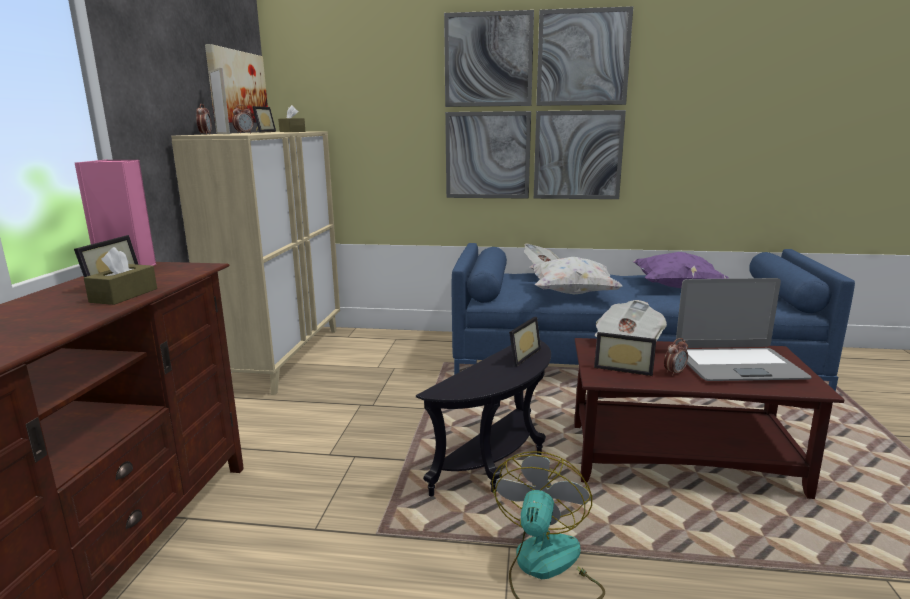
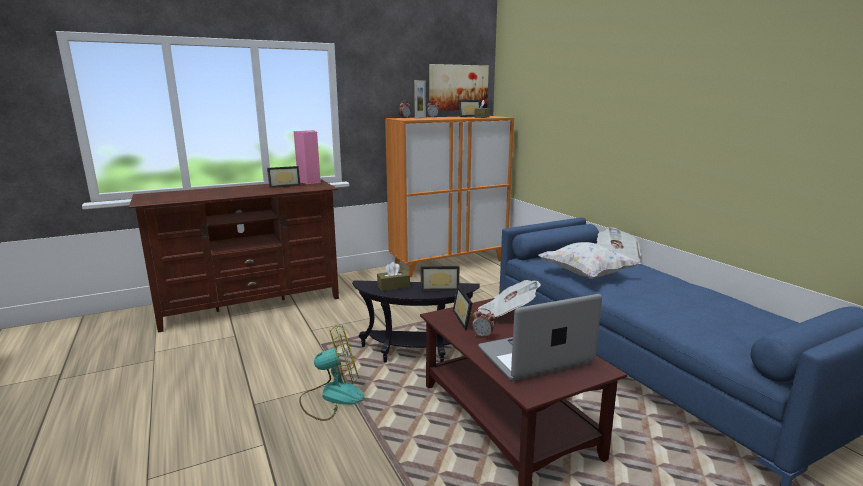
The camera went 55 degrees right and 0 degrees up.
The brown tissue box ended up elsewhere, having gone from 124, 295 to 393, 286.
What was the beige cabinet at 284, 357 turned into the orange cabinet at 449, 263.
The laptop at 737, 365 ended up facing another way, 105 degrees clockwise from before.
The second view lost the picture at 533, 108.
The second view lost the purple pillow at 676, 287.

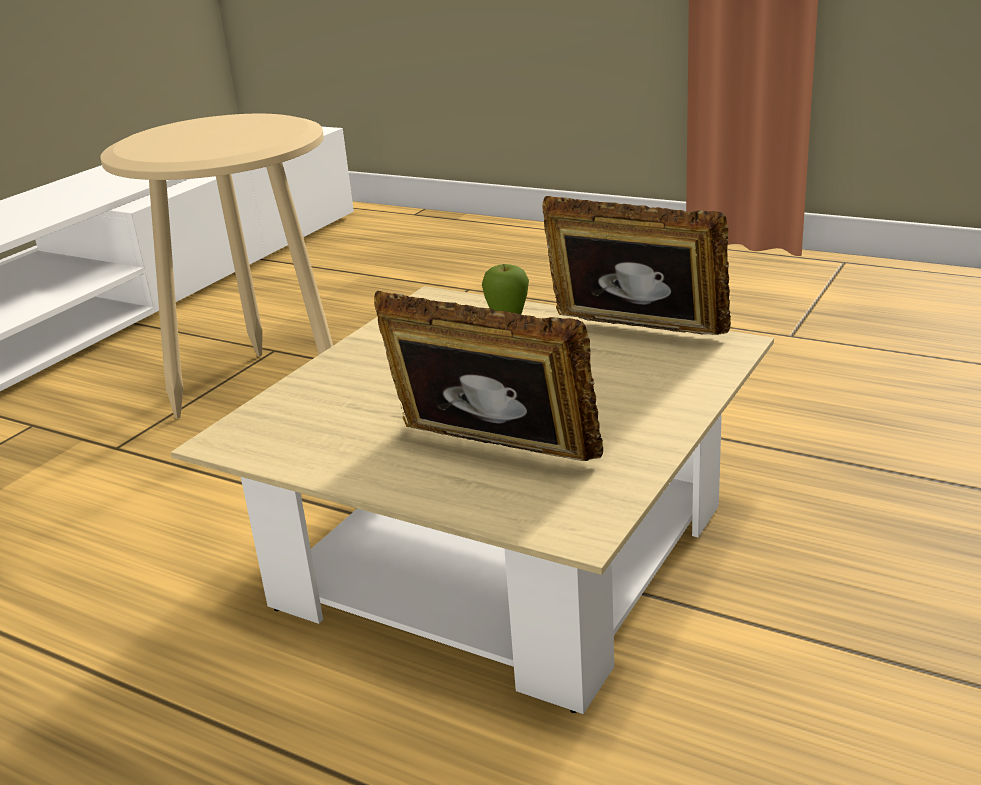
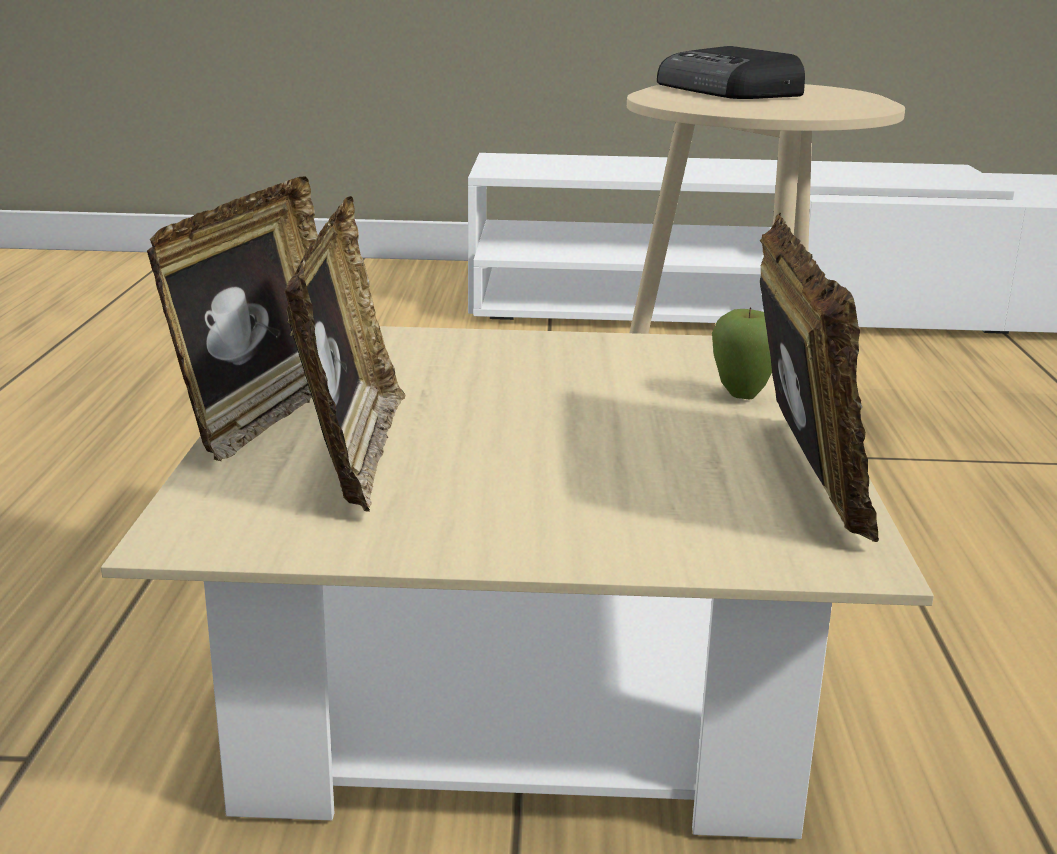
The camera went 60 degrees right and 5 degrees down.
The second view gained the picture frame at 264, 413.
The second view gained the radio at 729, 91.

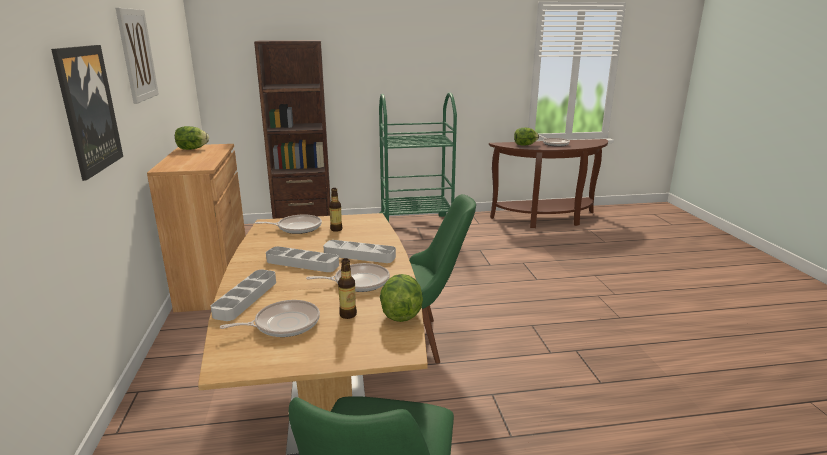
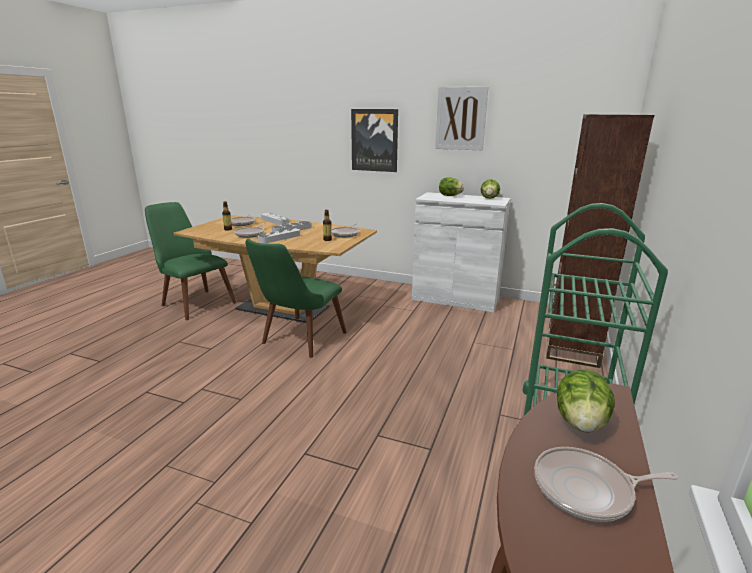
The camera went 120 degrees right and 0 degrees up.
What was the brown cabinet at 214, 284 turned into the white cabinet at 455, 298.
The lettuce ended up elsewhere, having gone from 401, 314 to 450, 196.

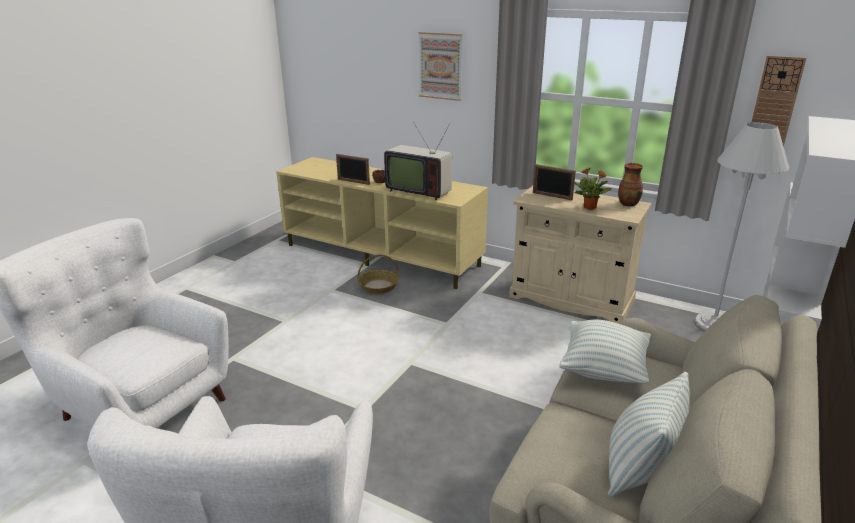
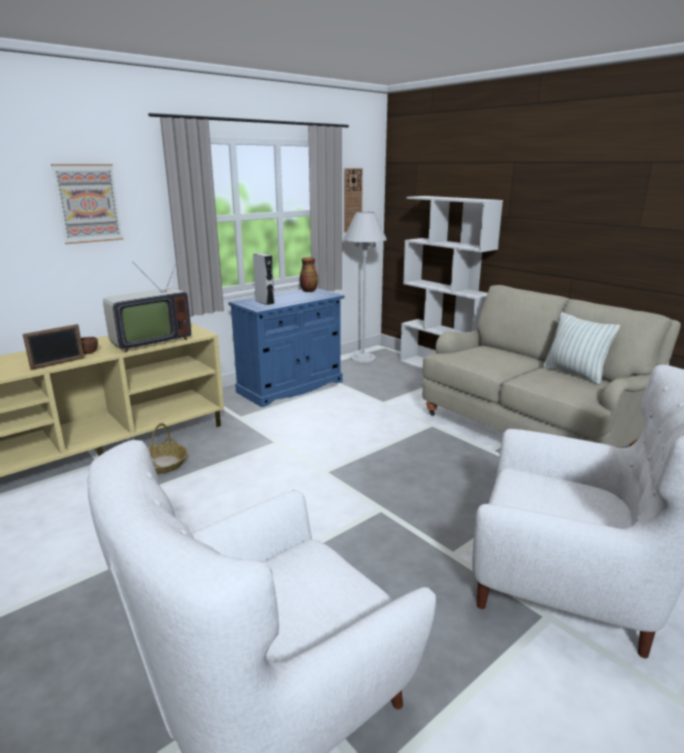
The camera went 70 degrees left and 5 degrees down.
What was the beige cabinet at 571, 299 turned into the blue cabinet at 290, 387.
Where the picture frame stood at 552, 196, the grey speaker came to stand at 264, 302.
The second view lost the pillow at 603, 369.
The second view lost the potted plant at 590, 207.

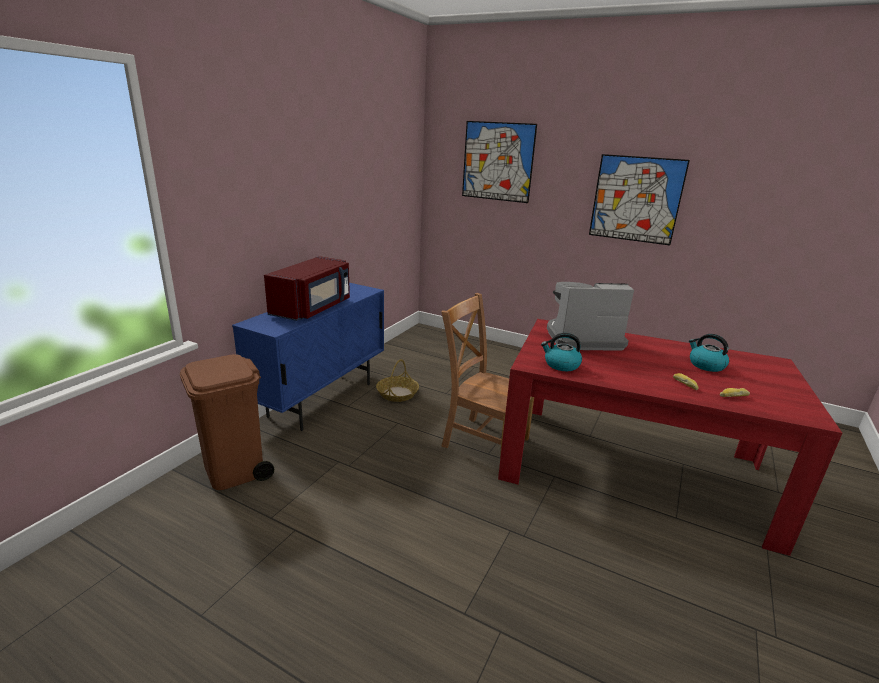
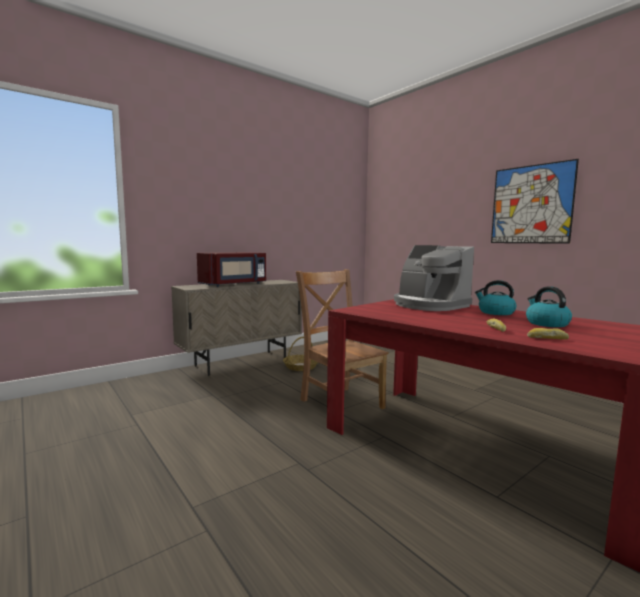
The camera went 25 degrees right and 15 degrees down.
What was the blue cabinet at 322, 399 turned into the beige cabinet at 242, 362.
The coffee machine at 582, 339 ended up facing another way, 150 degrees counterclockwise from before.
The kettle ended up elsewhere, having gone from 561, 365 to 495, 312.
The second view lost the brown trash can at 235, 470.
The second view lost the picture at 497, 161.

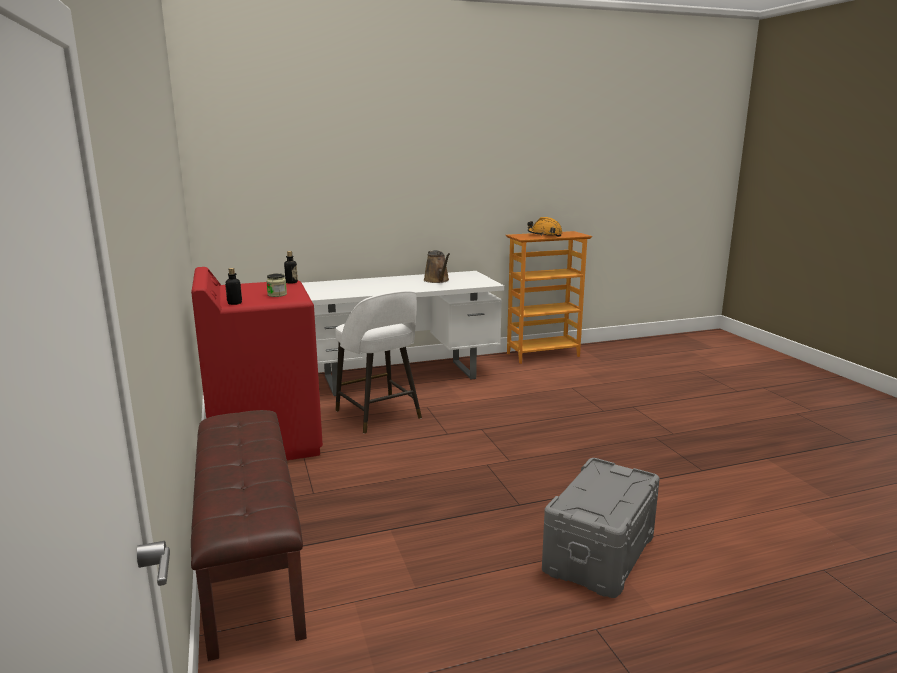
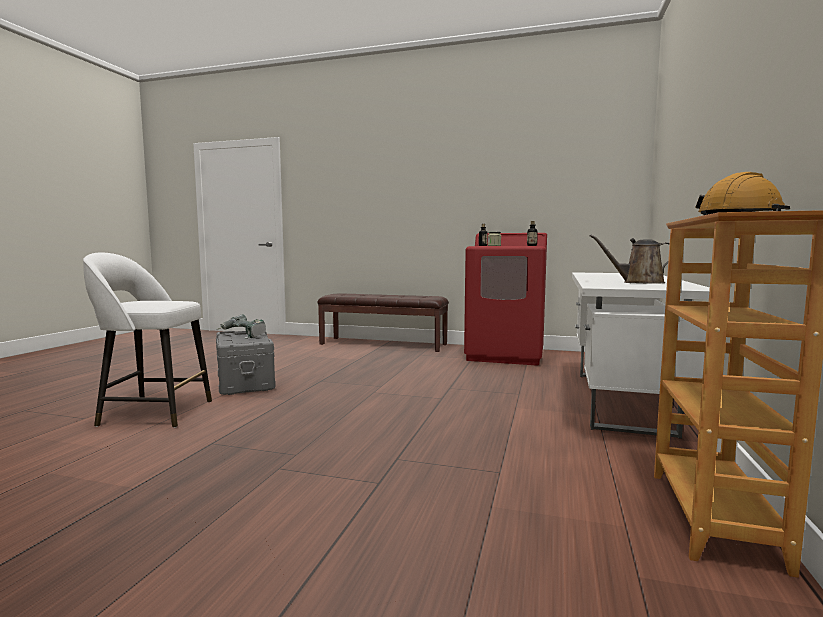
The camera went 125 degrees right and 10 degrees down.
The white stool ended up elsewhere, having gone from 379, 415 to 153, 413.
The second view gained the power drill at 242, 336.

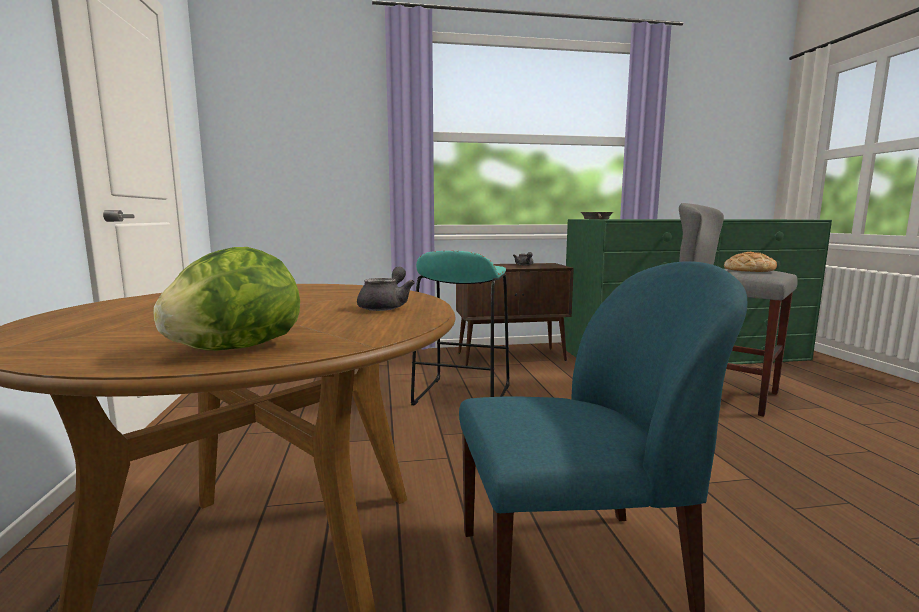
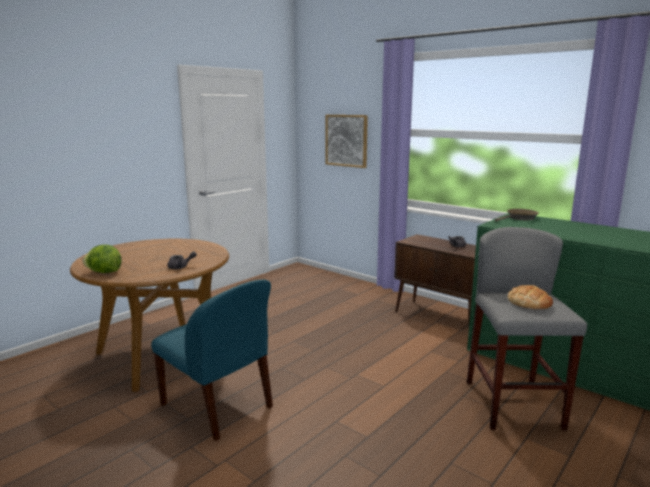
The camera went 50 degrees right and 5 degrees up.
The second view gained the picture at 346, 140.
The second view lost the turquoise stool at 462, 395.

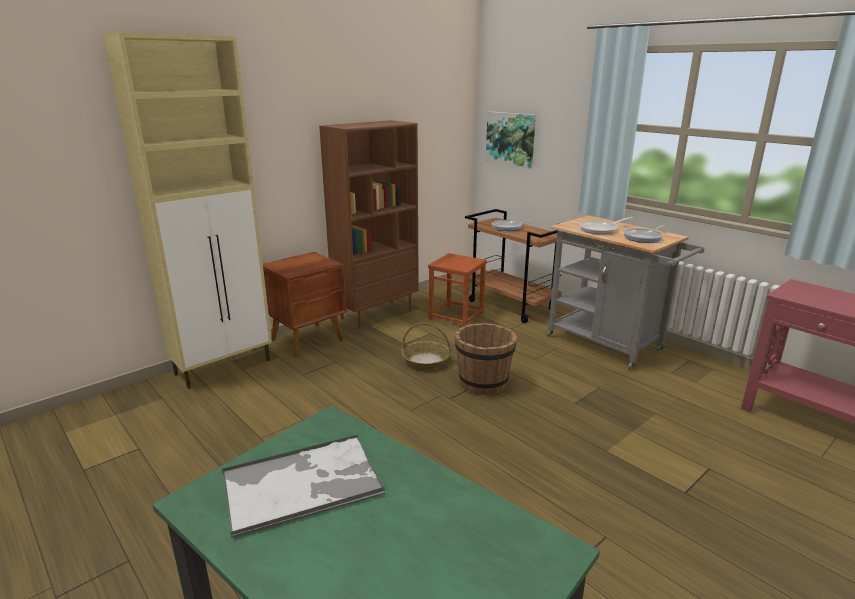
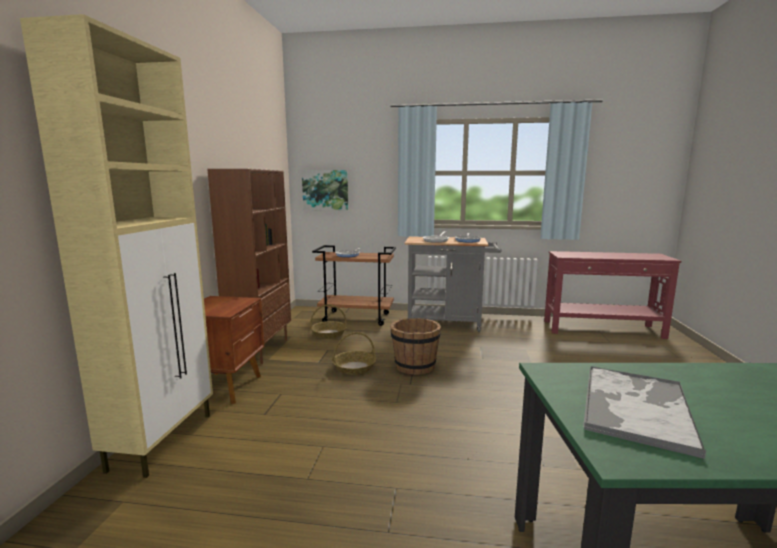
The camera went 40 degrees left and 10 degrees down.
Where the brown stool stood at 456, 316, the basket came to stand at 329, 334.

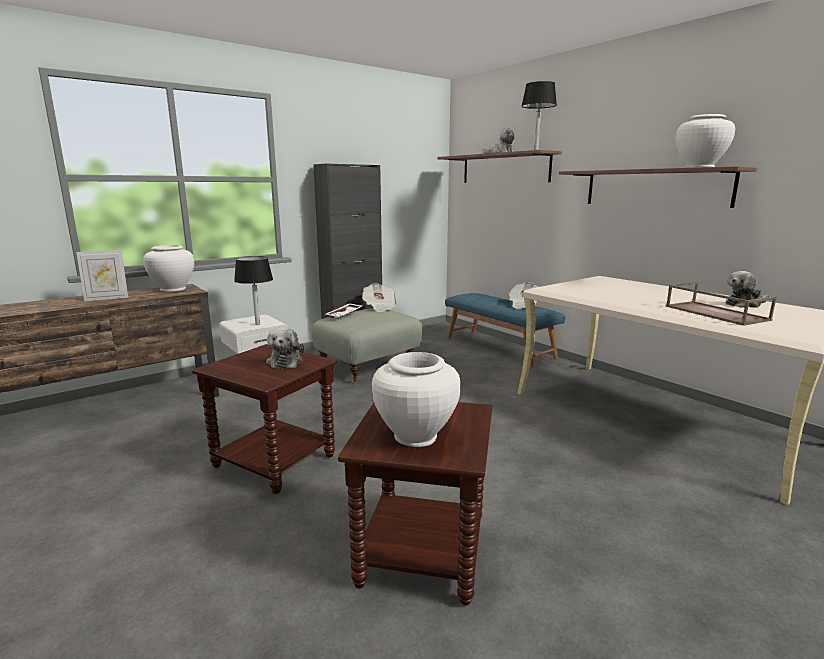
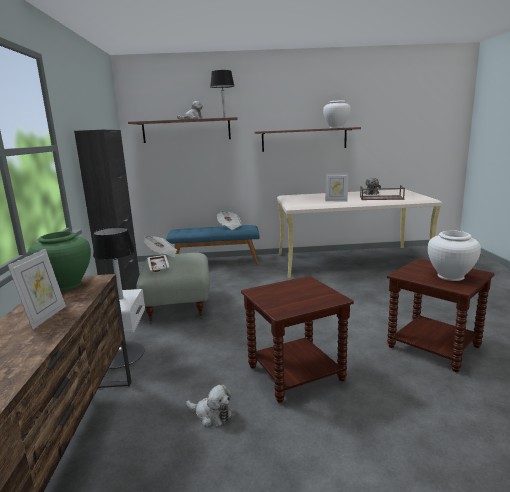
The camera went 55 degrees left and 0 degrees up.
What was the white vase at 173, 289 turned into the green vase at 66, 285.
The plush toy ended up elsewhere, having gone from 285, 361 to 211, 415.
The second view gained the picture frame at 336, 201.

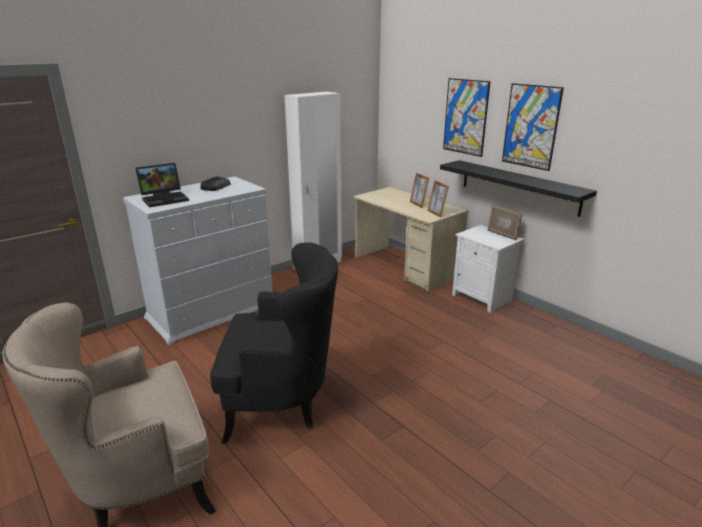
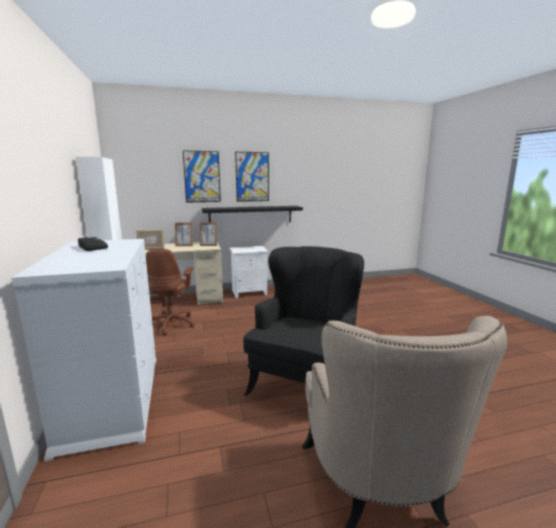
The camera went 65 degrees left and 10 degrees down.
The picture frame ended up elsewhere, having gone from 502, 235 to 151, 249.
The second view gained the brown office chair at 171, 324.
The second view lost the laptop at 165, 199.

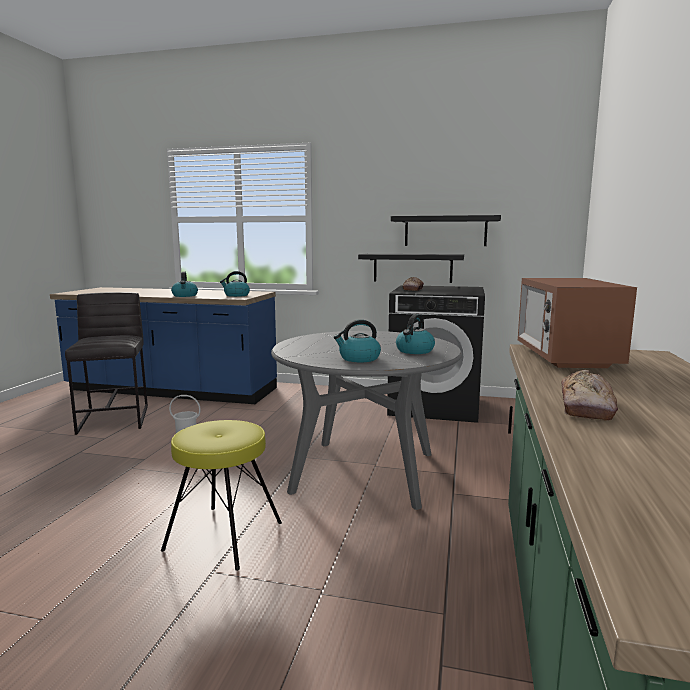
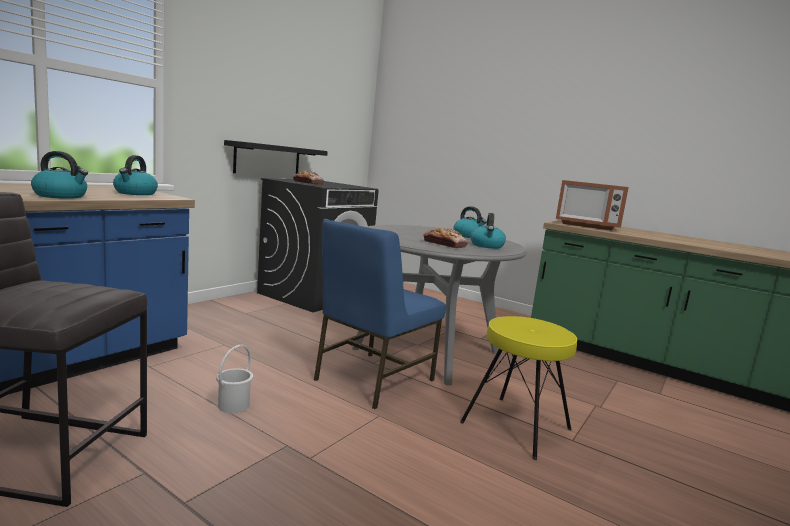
The camera went 70 degrees left and 0 degrees up.
The second view gained the blue chair at 372, 380.
The bread ended up elsewhere, having gone from 586, 406 to 444, 244.
The second view lost the black shelf at 445, 231.

